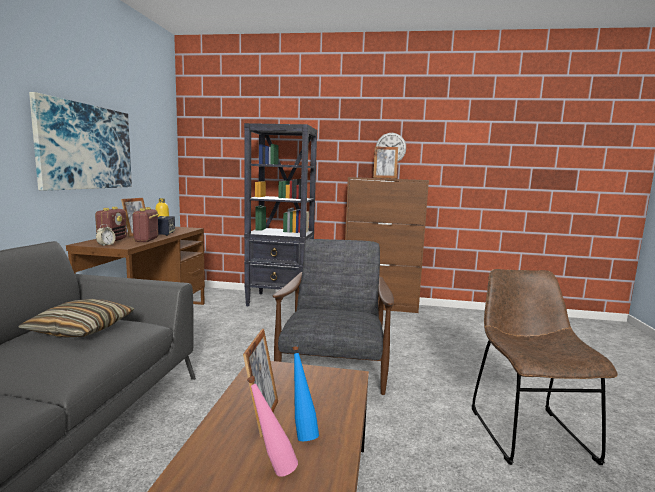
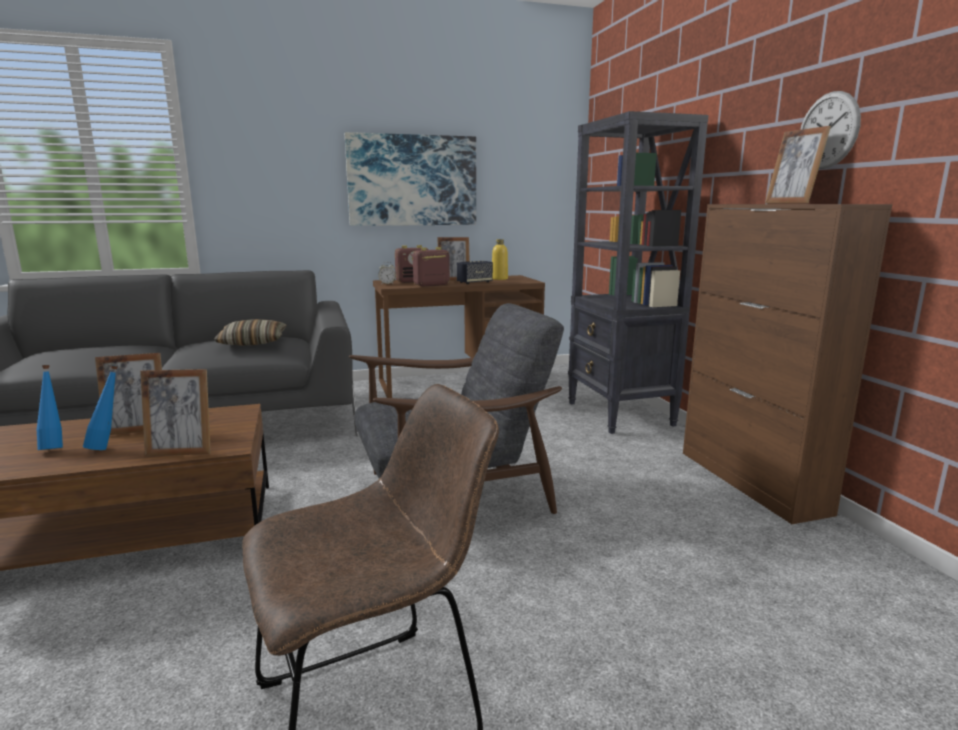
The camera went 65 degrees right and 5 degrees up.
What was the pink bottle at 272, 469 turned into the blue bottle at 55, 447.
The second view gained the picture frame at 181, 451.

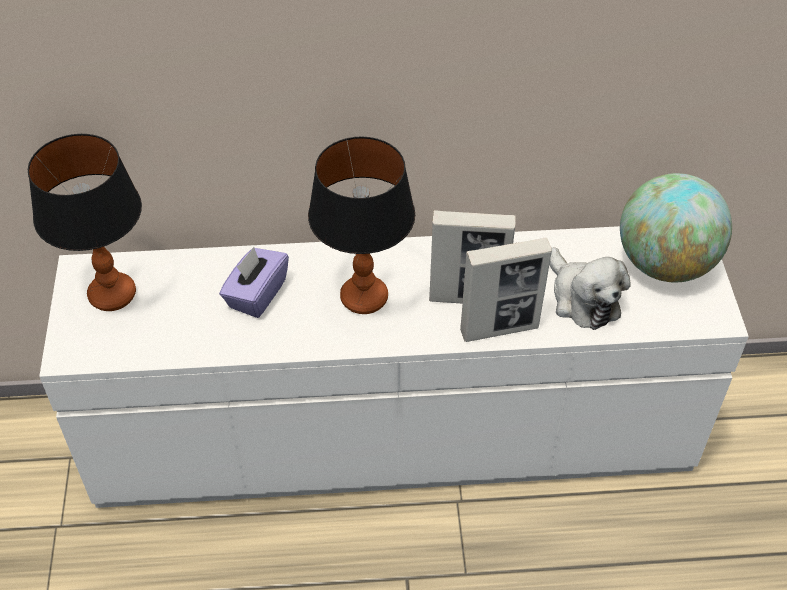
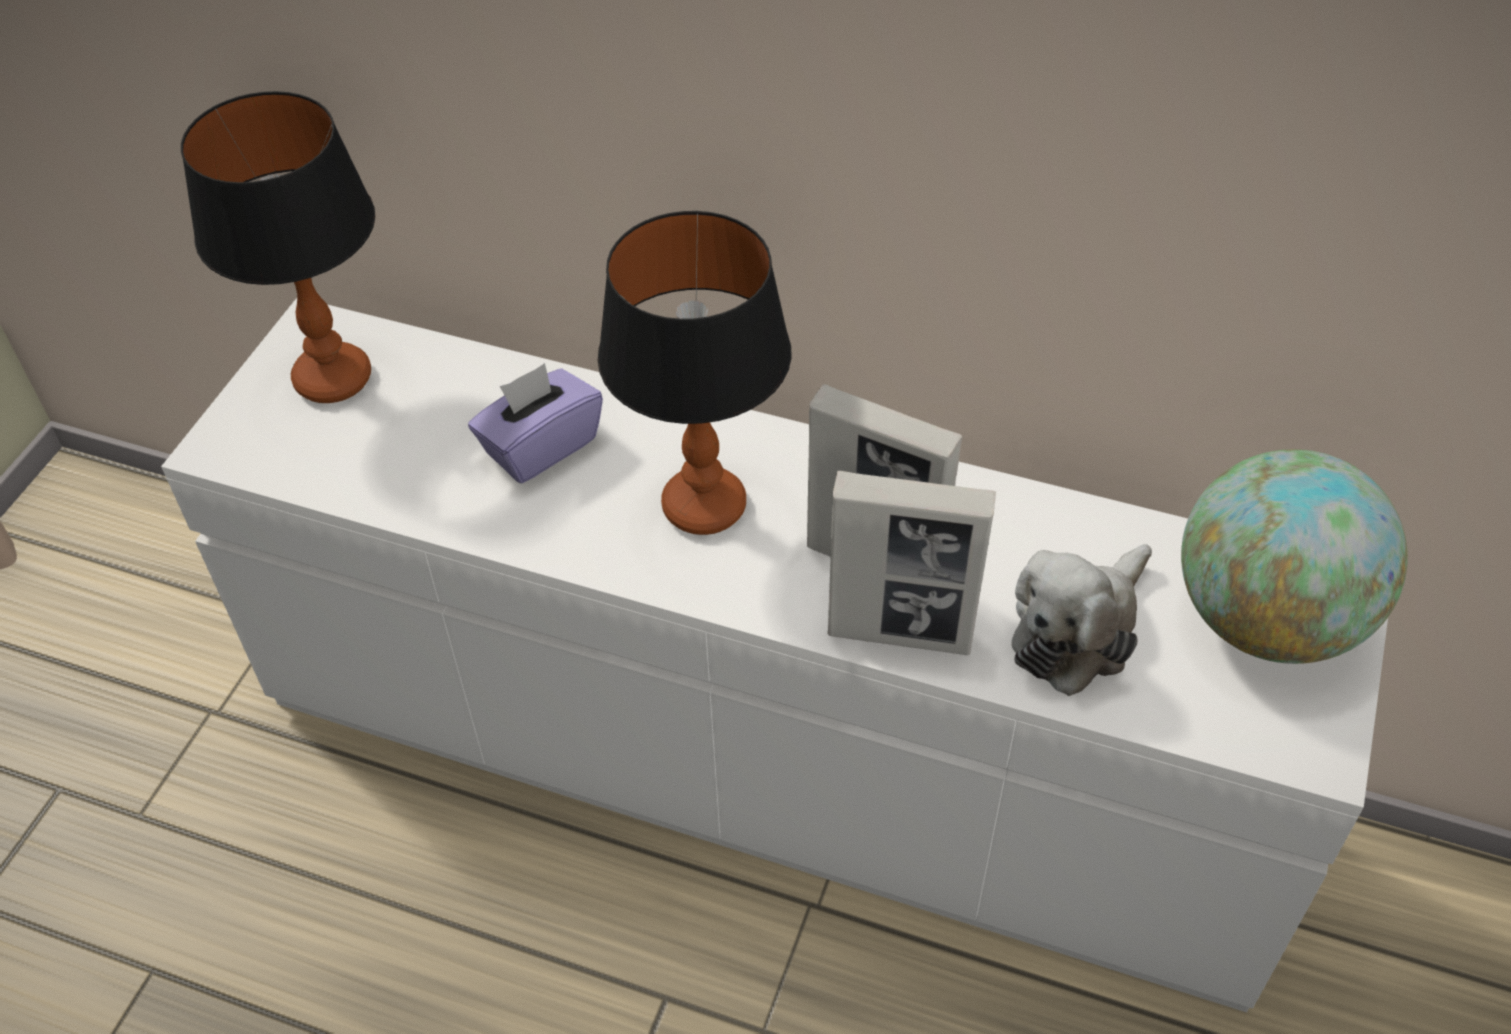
The camera went 25 degrees right and 0 degrees up.
The plush toy at 582, 298 ended up facing another way, 45 degrees clockwise from before.

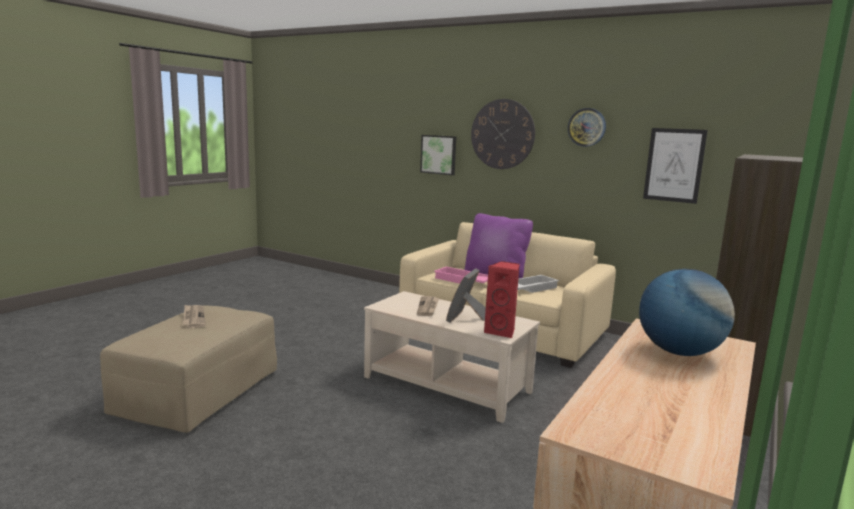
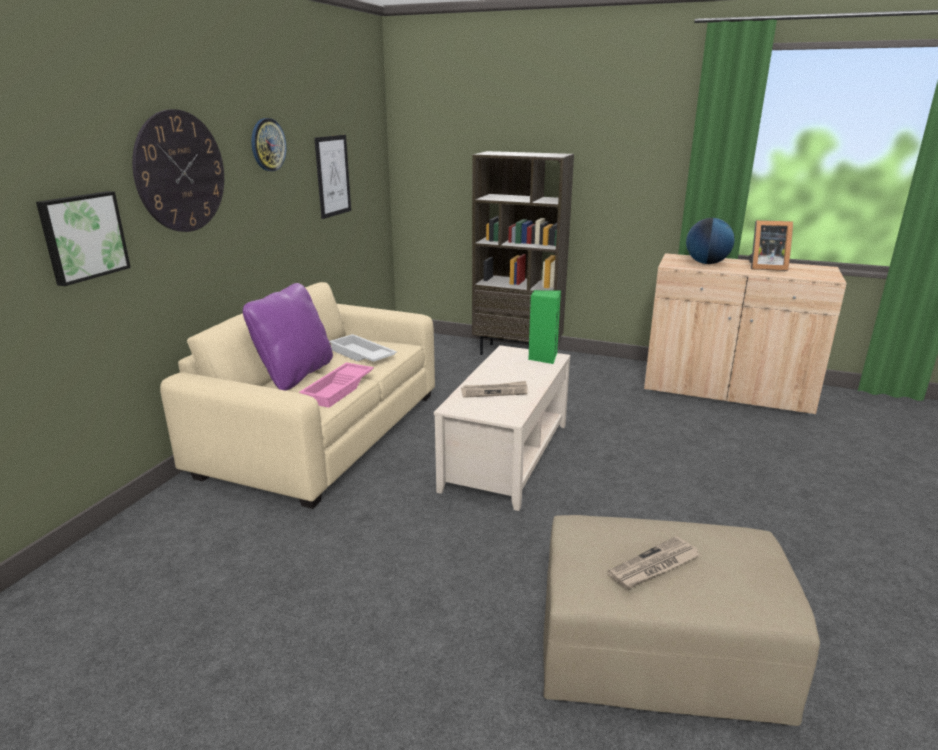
The camera went 100 degrees left and 10 degrees up.
What was the red speaker at 501, 331 turned into the green speaker at 542, 357.
The picture frame ended up elsewhere, having gone from 466, 318 to 765, 267.

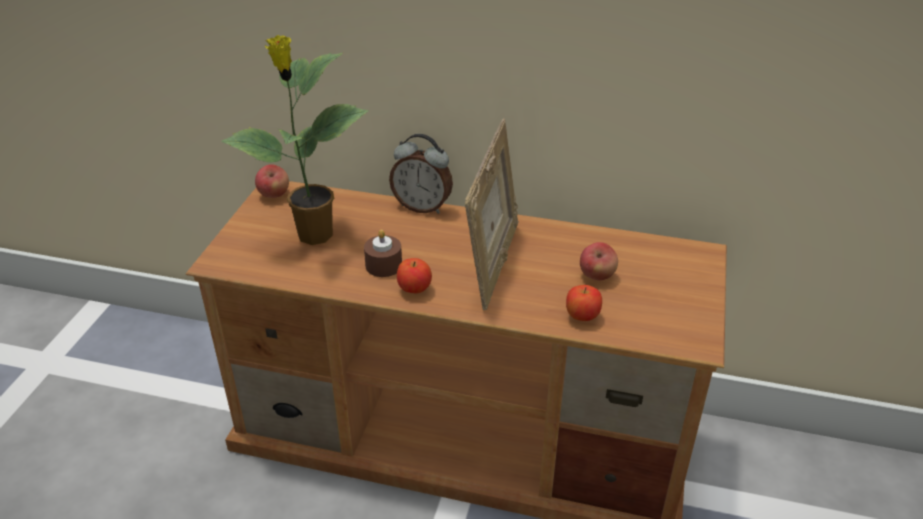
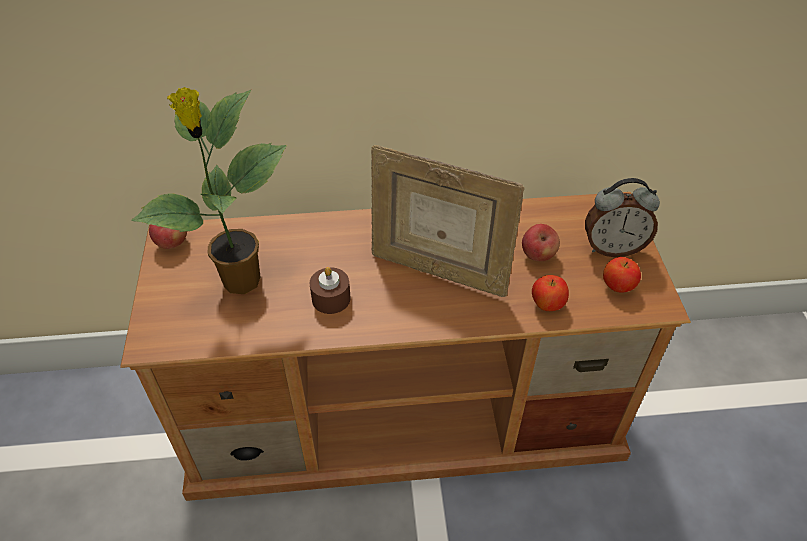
The camera went 20 degrees left and 10 degrees up.
The picture frame at 493, 266 ended up facing another way, 120 degrees clockwise from before.
The alarm clock ended up elsewhere, having gone from 422, 207 to 612, 248.
The apple ended up elsewhere, having gone from 414, 289 to 617, 286.

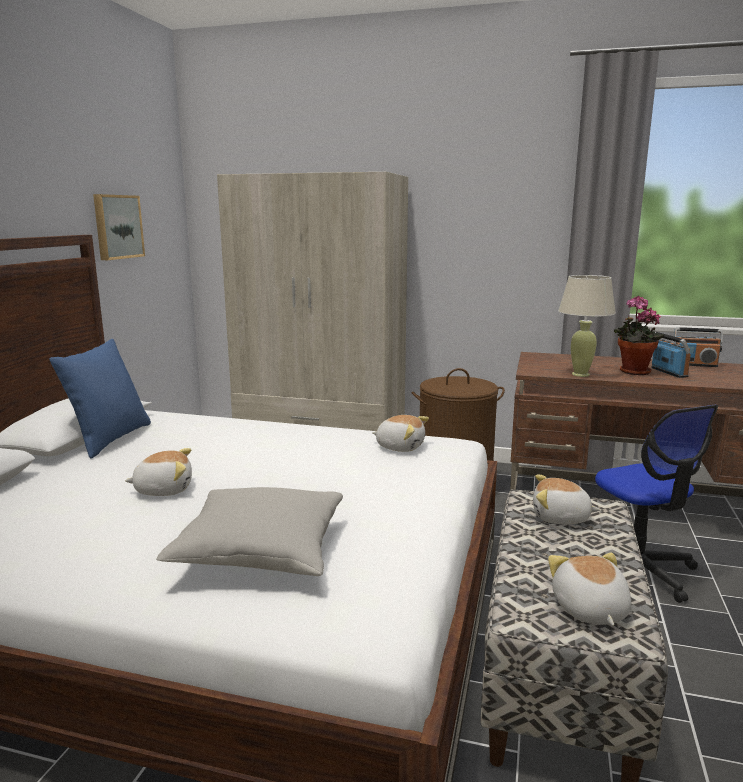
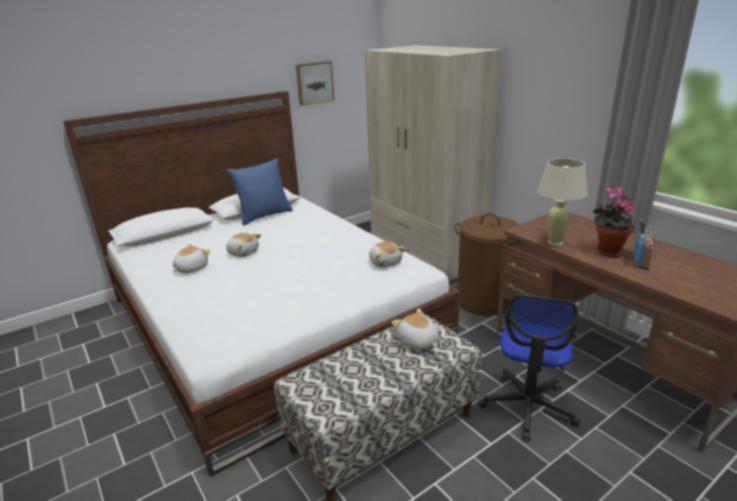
The camera went 40 degrees right and 10 degrees up.
The plush toy ended up elsewhere, having gone from 589, 610 to 191, 268.
The second view lost the grey pillow at 260, 550.
The second view lost the radio at 694, 364.

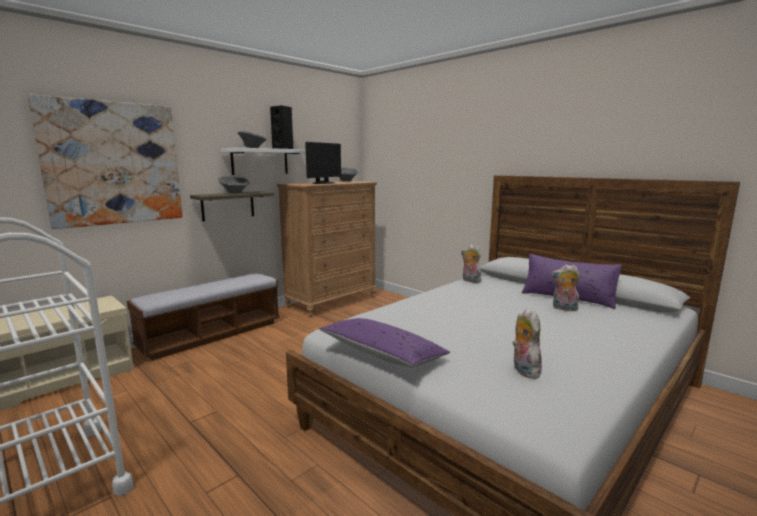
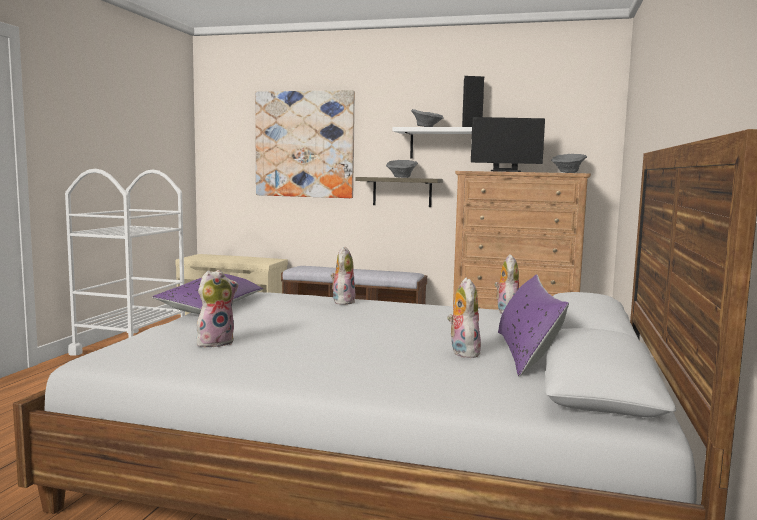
The camera went 60 degrees right and 5 degrees down.
The second view gained the plush toy at 342, 301.

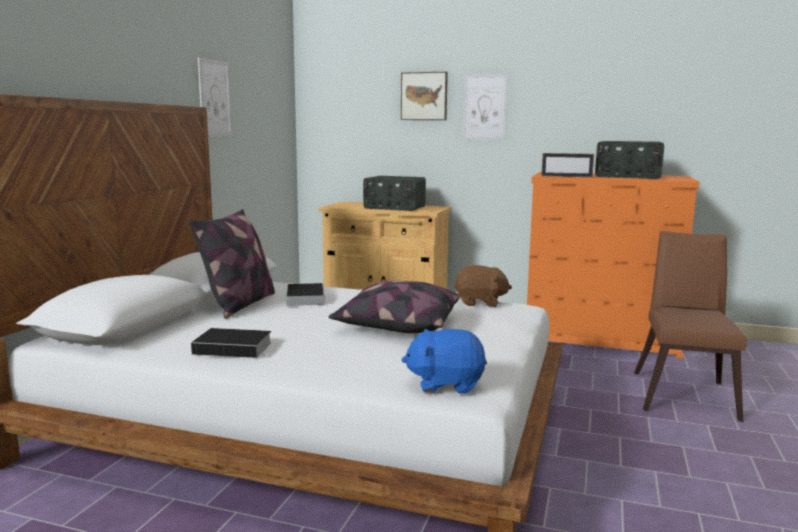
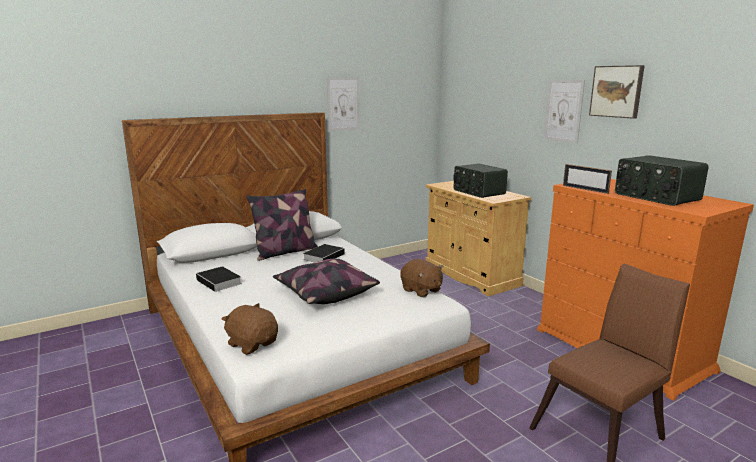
The camera went 40 degrees right and 5 degrees up.
What was the blue plush toy at 445, 384 turned into the brown plush toy at 252, 344.
The picture ended up elsewhere, having gone from 424, 96 to 617, 91.

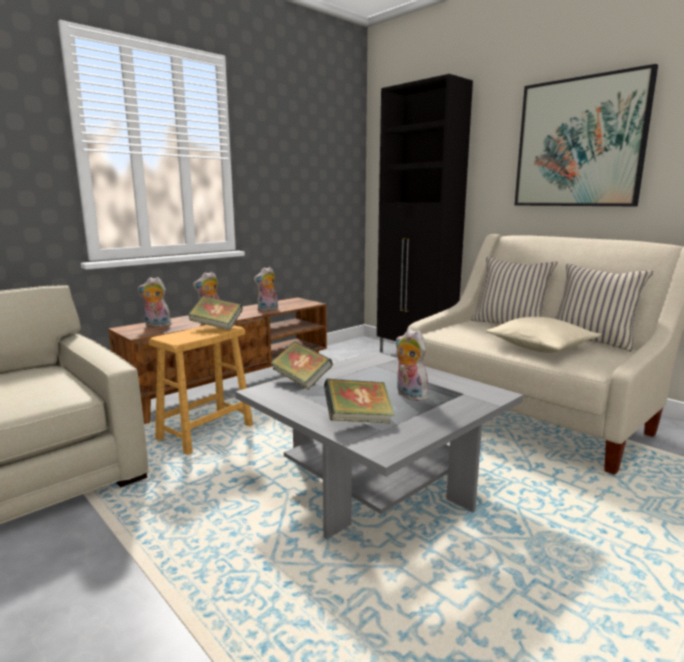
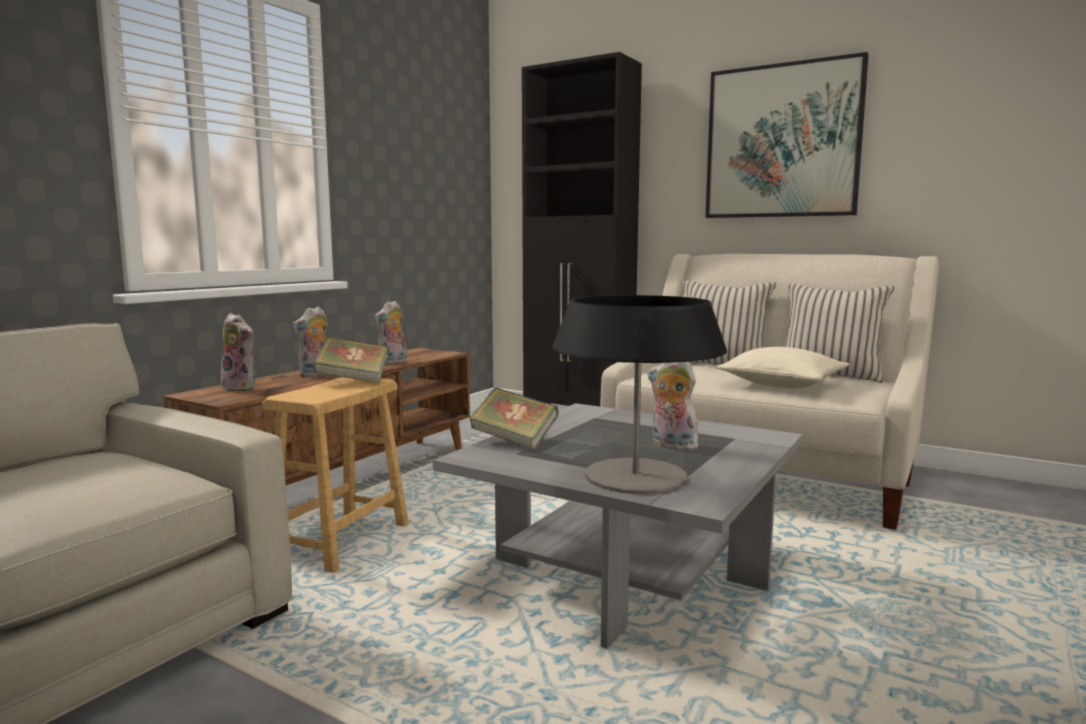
The camera went 15 degrees left and 5 degrees down.
The plush toy at 156, 325 ended up facing another way, 135 degrees counterclockwise from before.
Where the book stood at 358, 420, the table lamp came to stand at 635, 476.

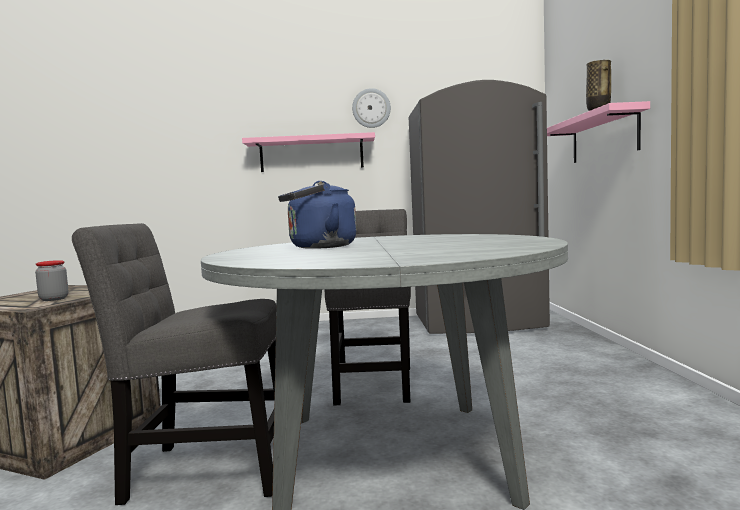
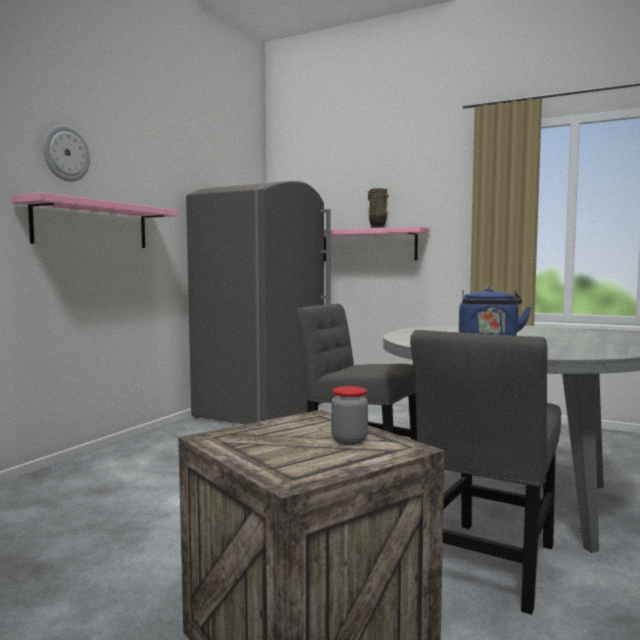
The camera went 60 degrees left and 0 degrees up.
The wall clock ended up elsewhere, having gone from 371, 108 to 66, 153.

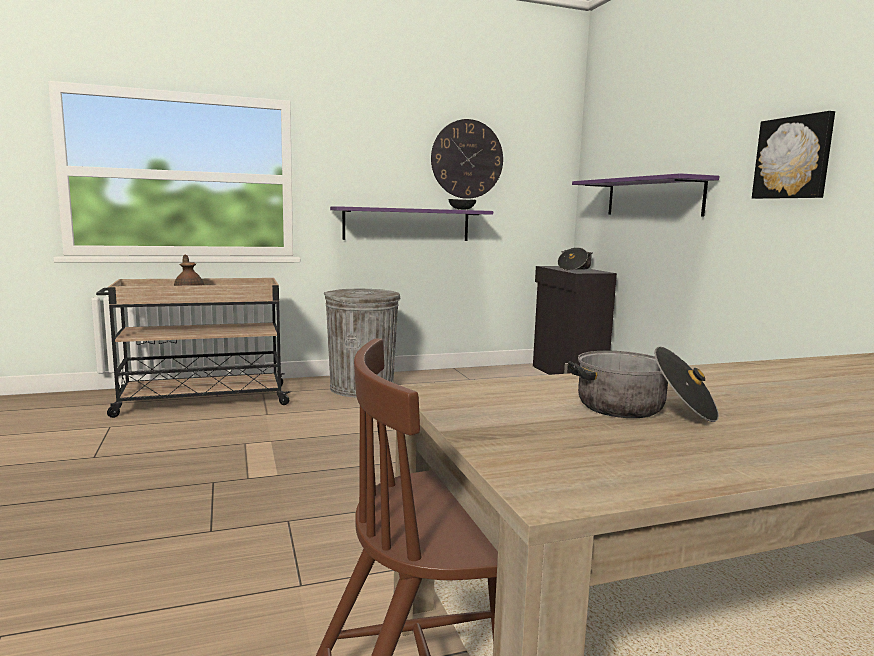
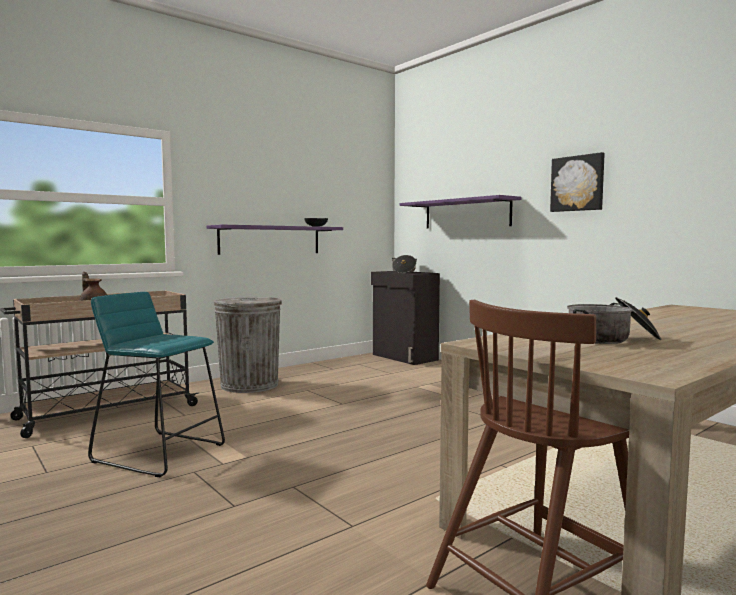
The camera went 20 degrees left and 5 degrees down.
The second view gained the turquoise stool at 160, 452.
The second view lost the wall clock at 467, 159.

